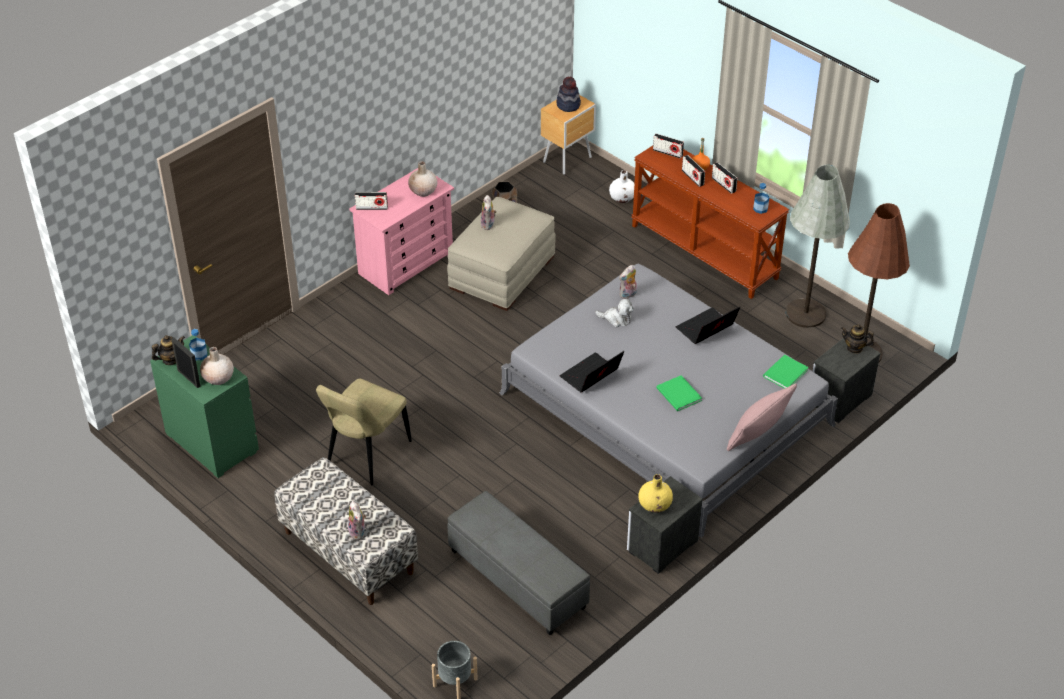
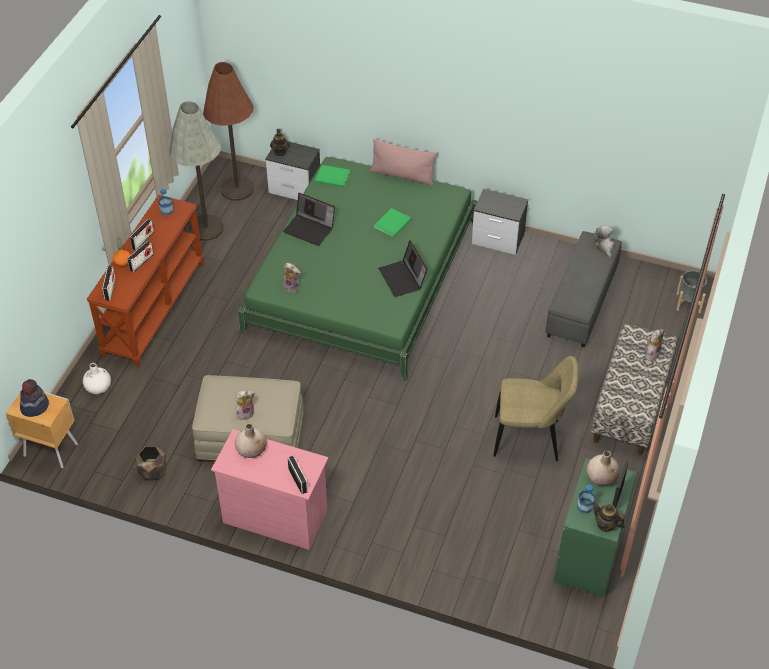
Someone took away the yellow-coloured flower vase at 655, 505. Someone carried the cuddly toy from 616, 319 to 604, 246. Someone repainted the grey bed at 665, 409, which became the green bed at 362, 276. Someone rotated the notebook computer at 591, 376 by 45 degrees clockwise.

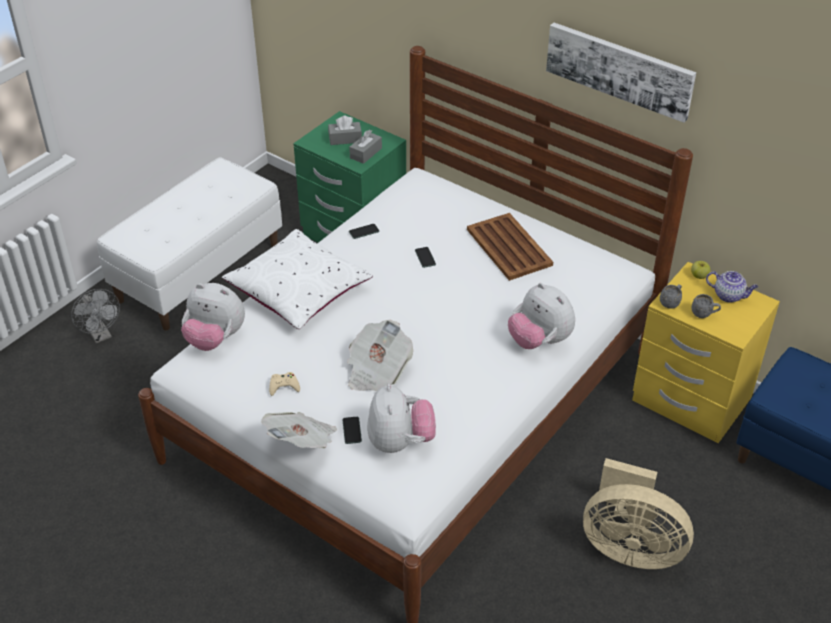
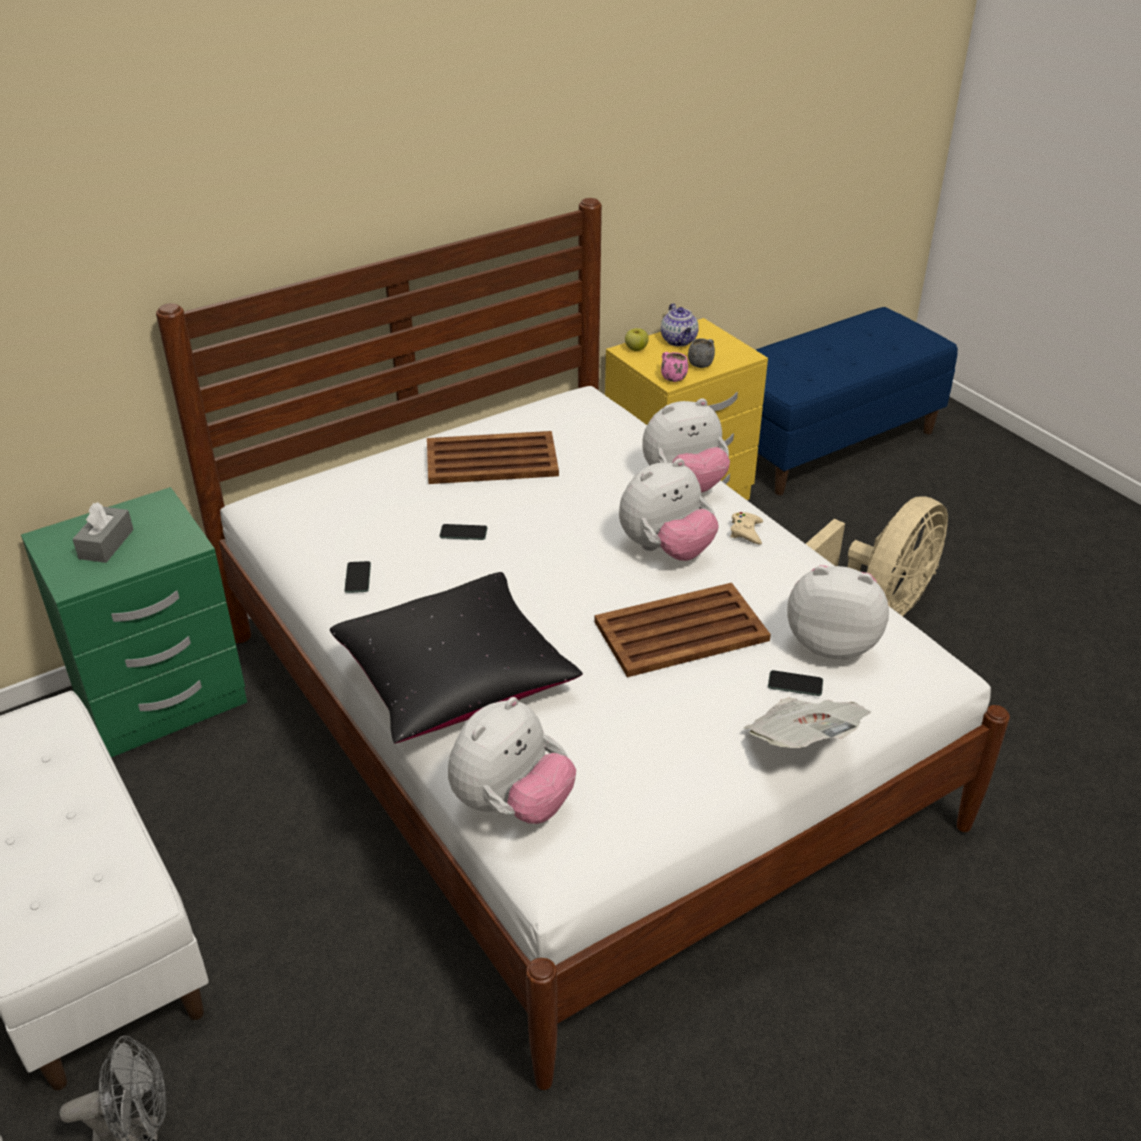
Someone took away the grey tissue holder at 366, 153. Someone took away the wall picture at 619, 70. Someone put down the cuddly toy at 666, 550. Someone carried the beige joypad from 284, 386 to 746, 532. Someone swapped the daily paper at 377, 371 for the brown-coloured tray at 683, 631. Someone repainted the whitish pillow at 298, 291, which became the blackish pillow at 455, 677. Someone repainted the grey mug at 670, 303, which became the pinkish mug at 671, 377. Someone rotated the teapot at 729, 295 by 120 degrees clockwise.

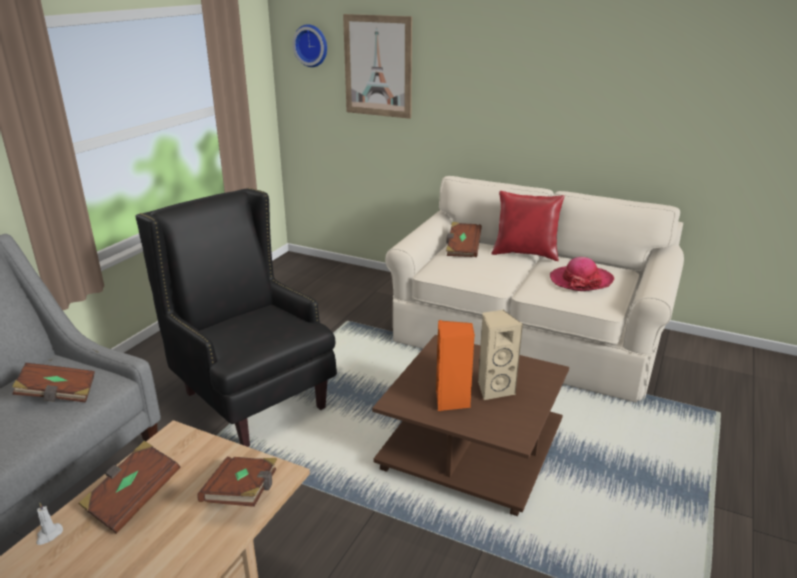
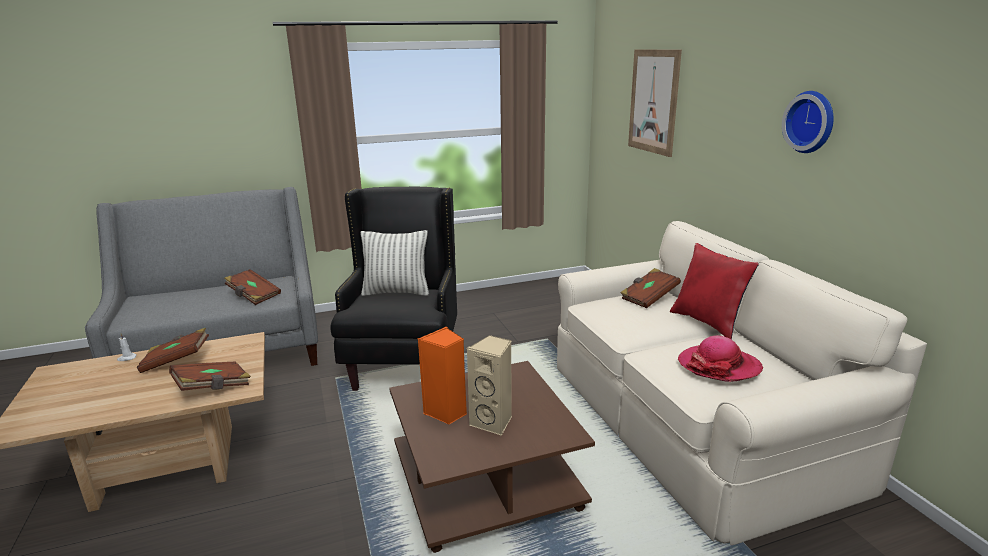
Someone put down the pillow at 396, 292. Someone carried the hanging clock from 311, 45 to 811, 122.

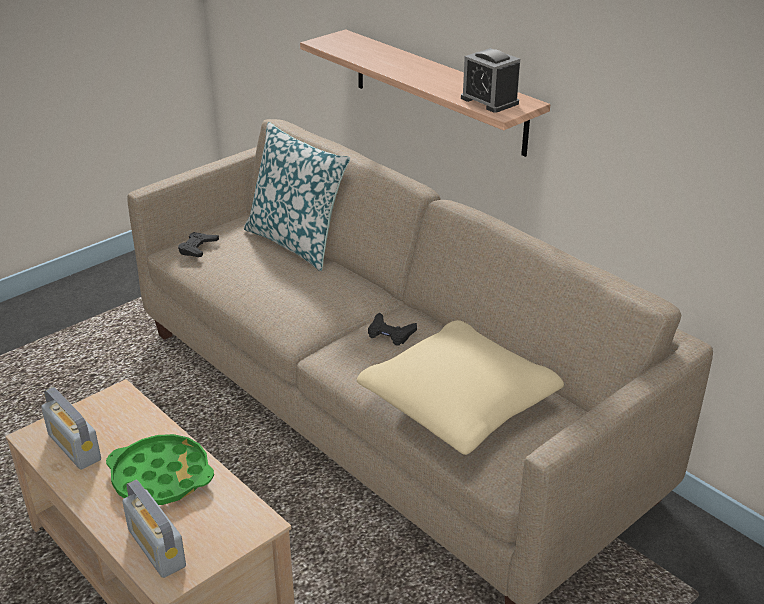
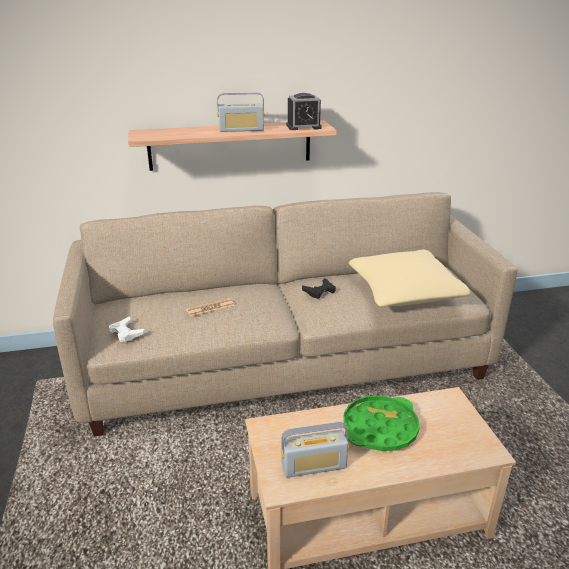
Someone took away the pillow at 296, 242. Someone put down the daily paper at 210, 308. Someone carried the radio receiver from 156, 548 to 241, 130. Someone repainted the blackish joypad at 197, 248, which became the whitish joypad at 126, 332.

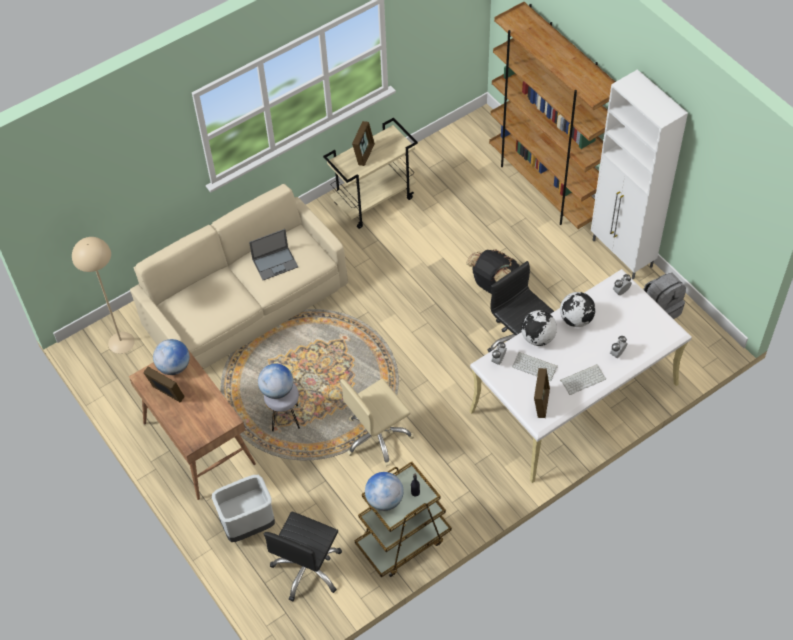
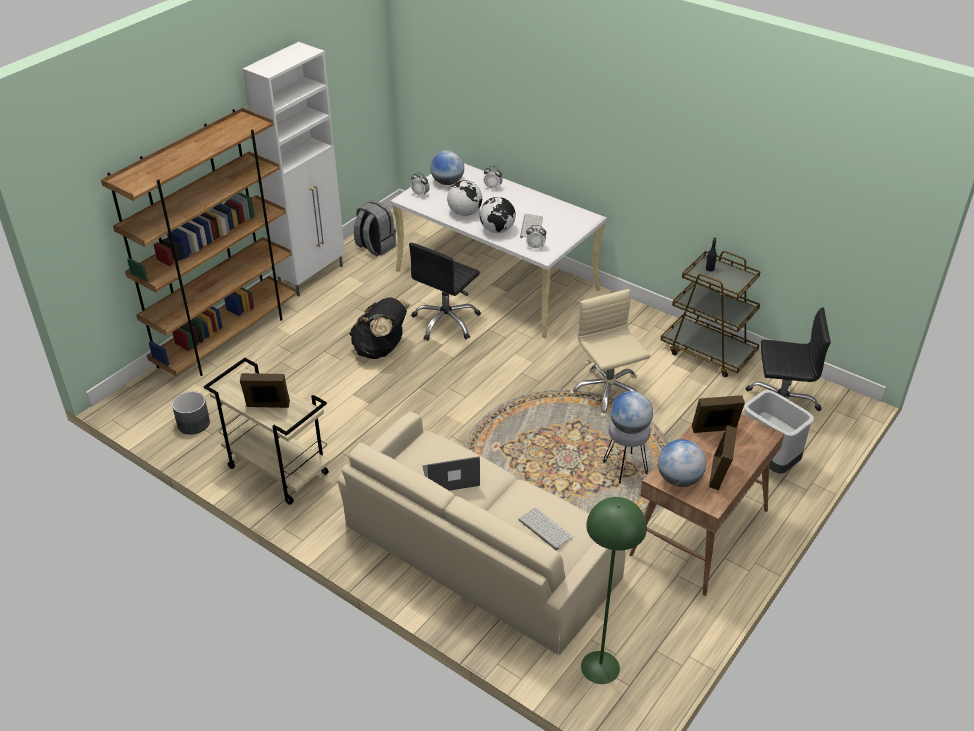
Someone put down the grey flower pot at 193, 423. Someone carried the globe from 384, 500 to 447, 182. Someone carried the standing frame from 541, 402 to 714, 430. Someone carried the PC keyboard from 583, 379 to 544, 529. Someone repainted the beige floor lamp at 121, 342, which became the green floor lamp at 600, 667. Someone rotated the notebook computer at 275, 263 by 60 degrees counterclockwise. Someone rotated the beige office chair at 378, 437 by 150 degrees counterclockwise.

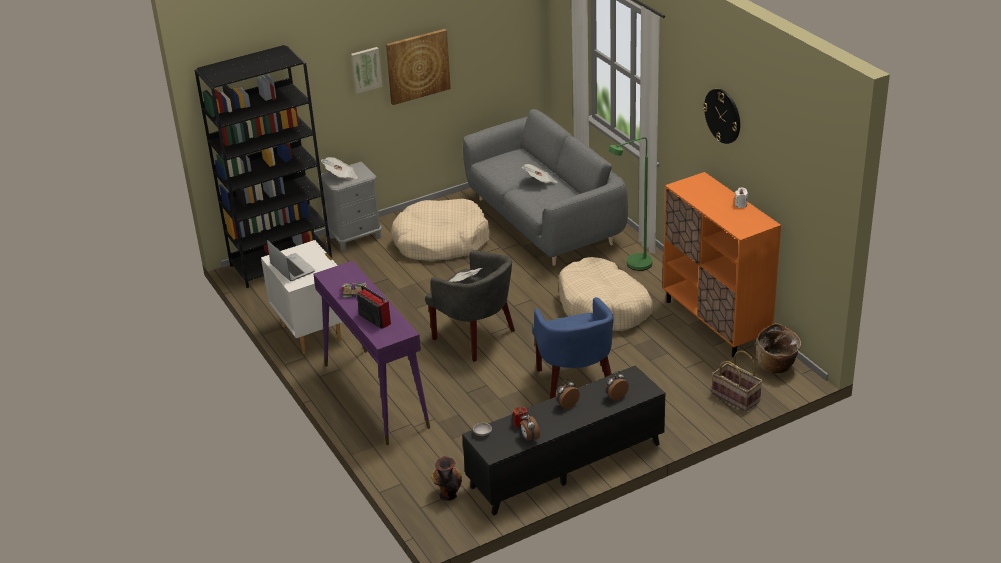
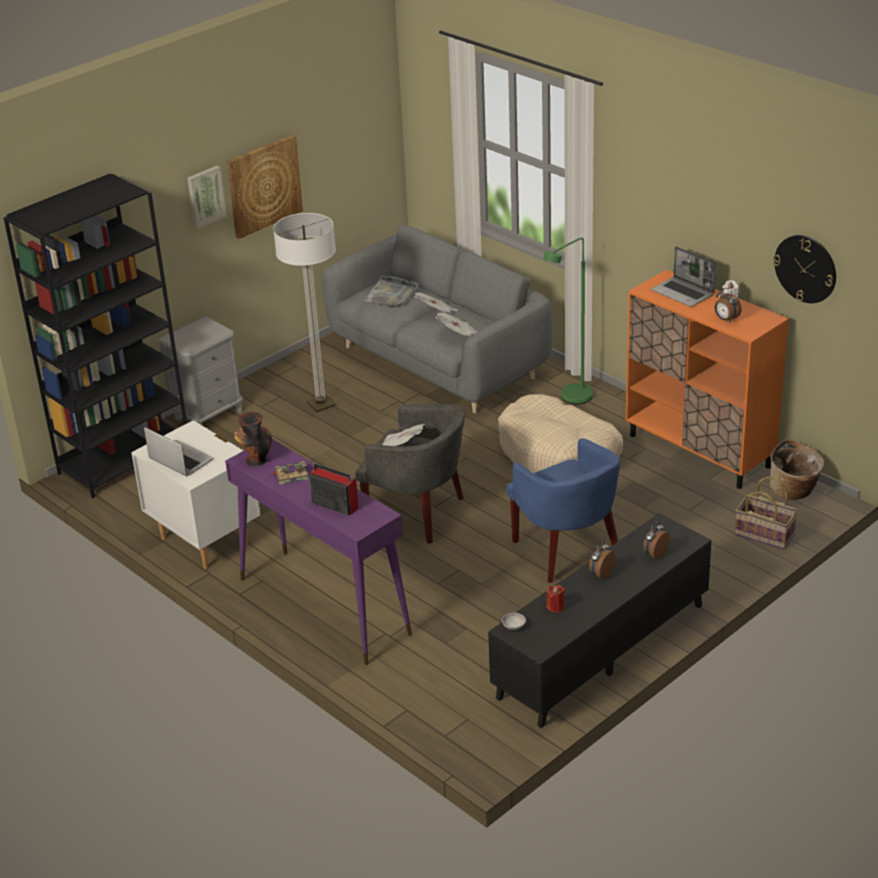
Someone put down the grey tray at 391, 294. Someone put down the notebook computer at 683, 293. Someone carried the daily paper from 341, 176 to 458, 335. Someone carried the flower vase from 448, 494 to 255, 459. Someone carried the table clock from 529, 438 to 726, 319. Someone carried the hanging clock from 723, 115 to 805, 268. Someone swapped the beige pet bed at 441, 241 for the floor lamp at 321, 404.

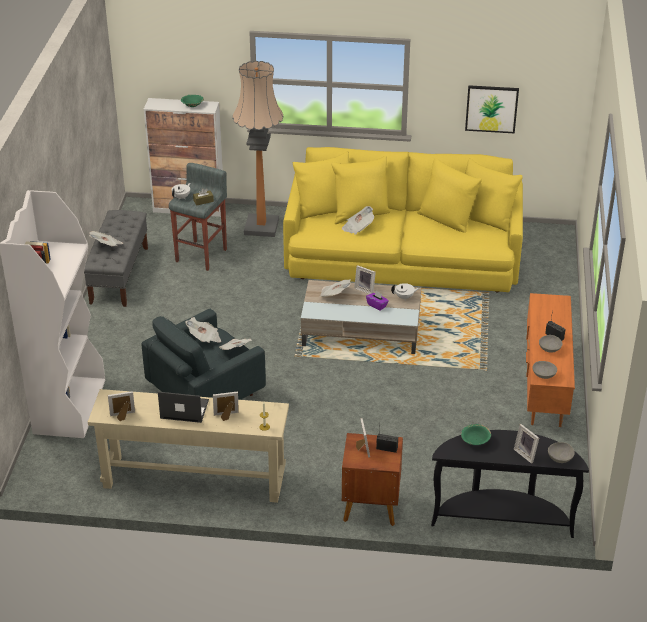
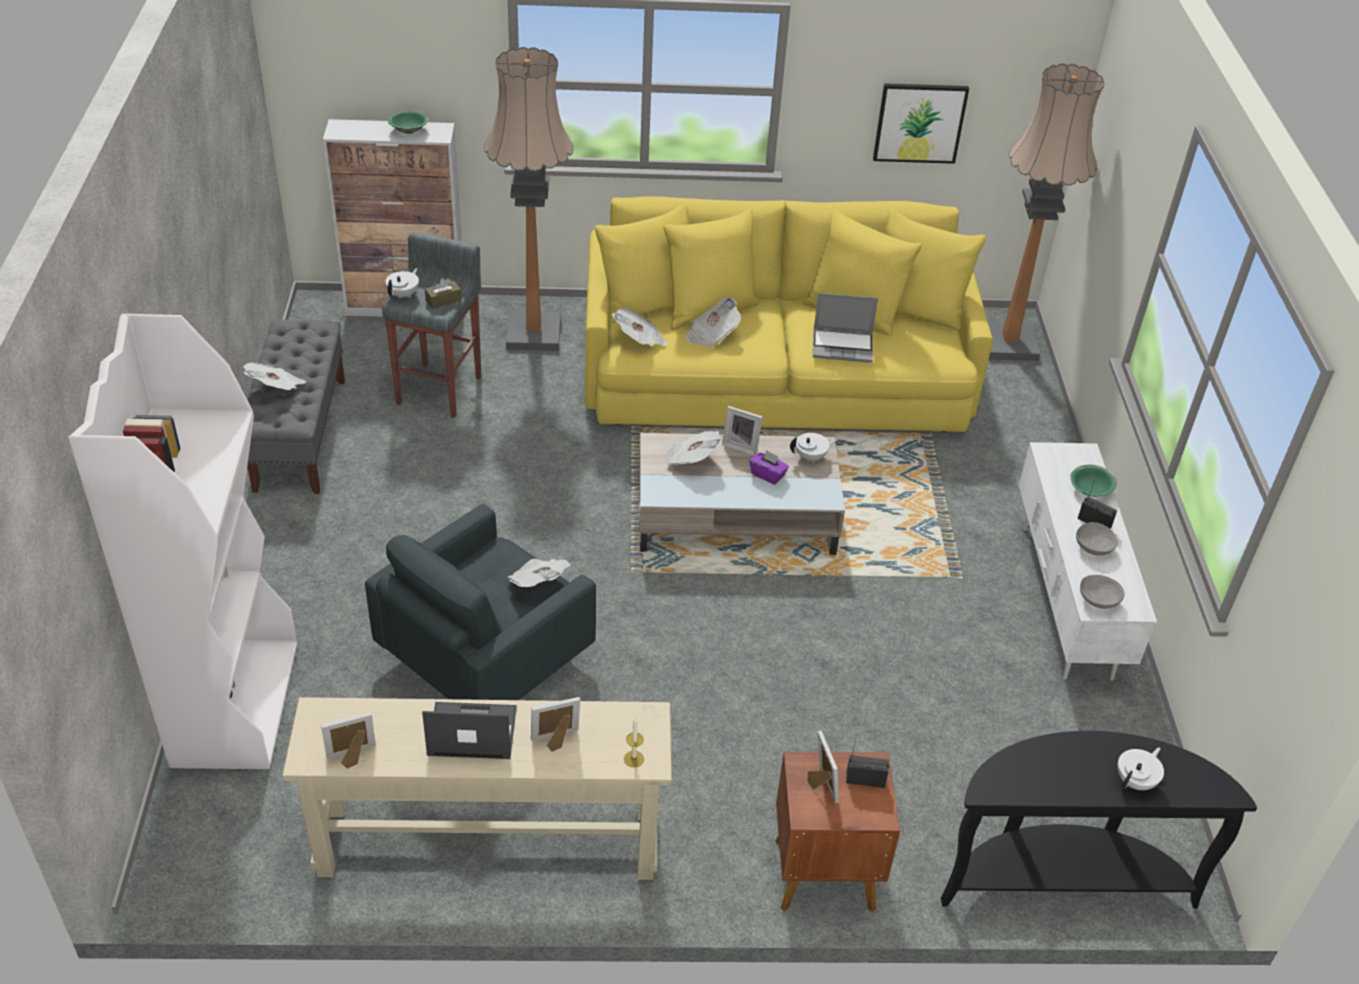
Someone took away the grey bowl at 559, 458. Someone put down the notebook computer at 843, 346. Someone put down the floor lamp at 1008, 344. Someone carried the daily paper from 204, 338 to 640, 340. Someone carried the green bowl from 475, 440 to 1090, 489. Someone swapped the standing frame at 526, 454 for the whitish teapot at 1135, 781. Someone repainted the orange tv stand at 544, 385, which became the whitish tv stand at 1064, 601.

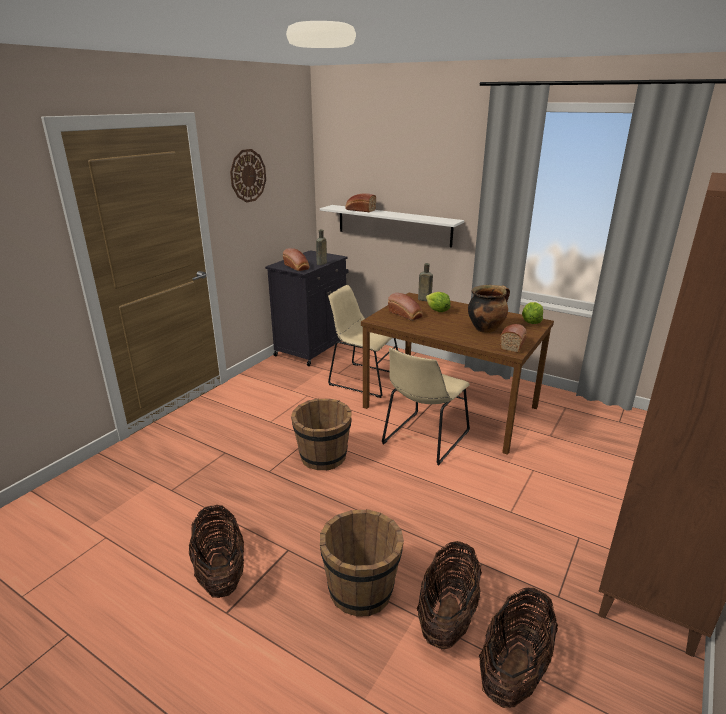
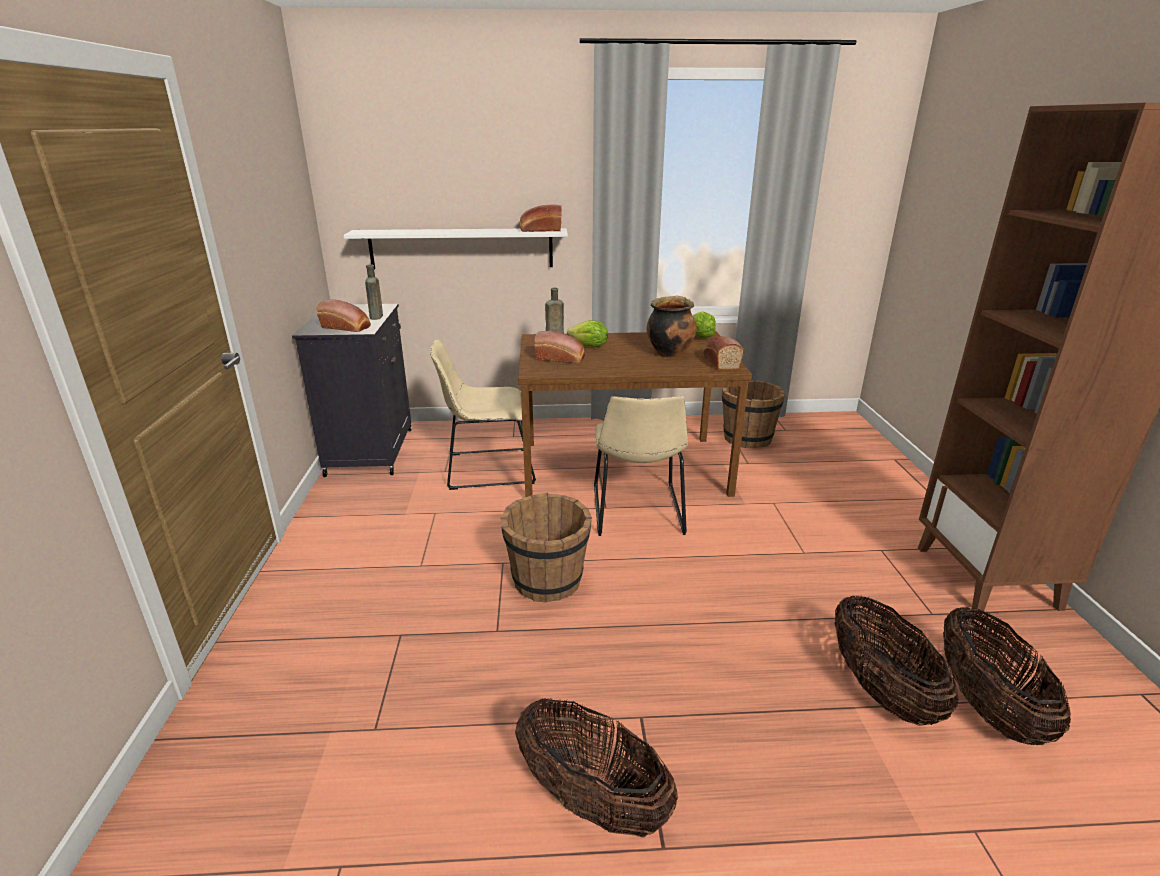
Someone took away the hanging clock at 248, 175. Someone carried the brown-coloured pail from 361, 590 to 747, 438. Someone carried the bakery bread from 359, 210 to 540, 230.

